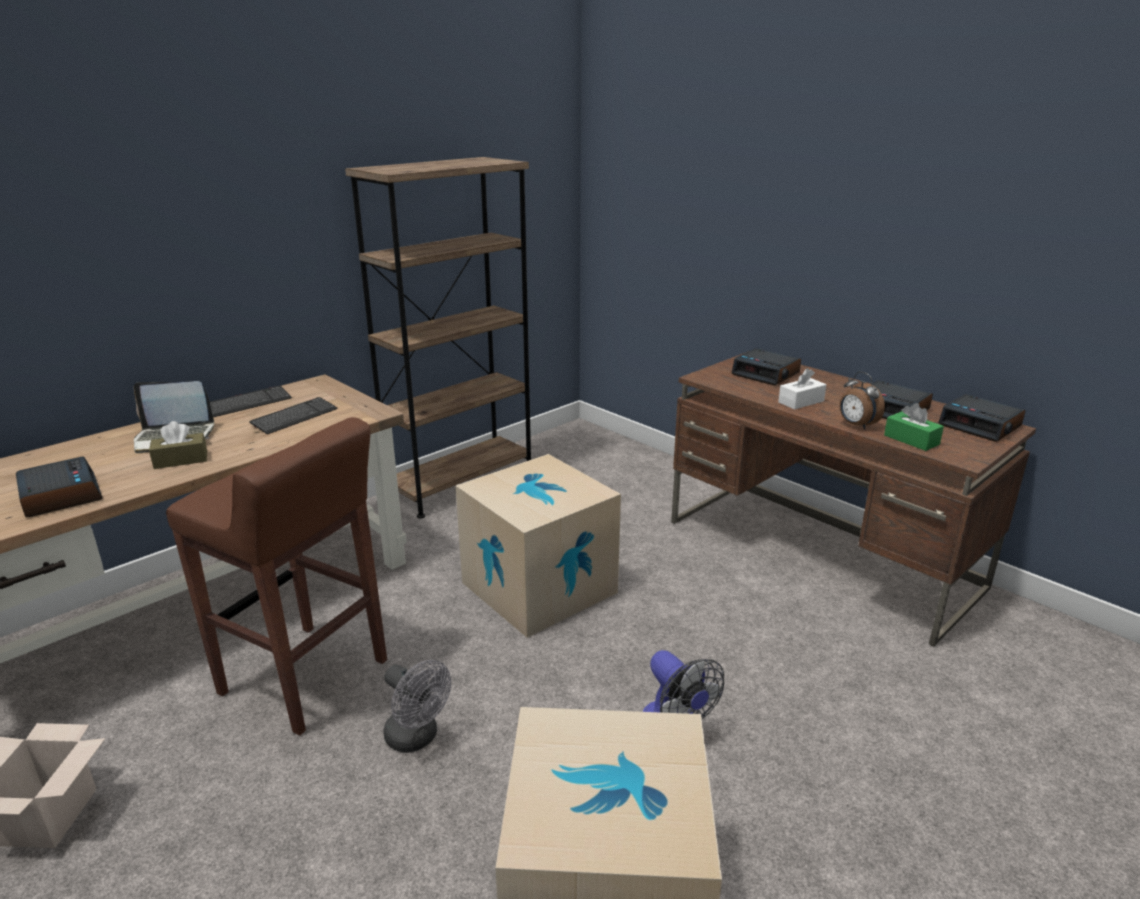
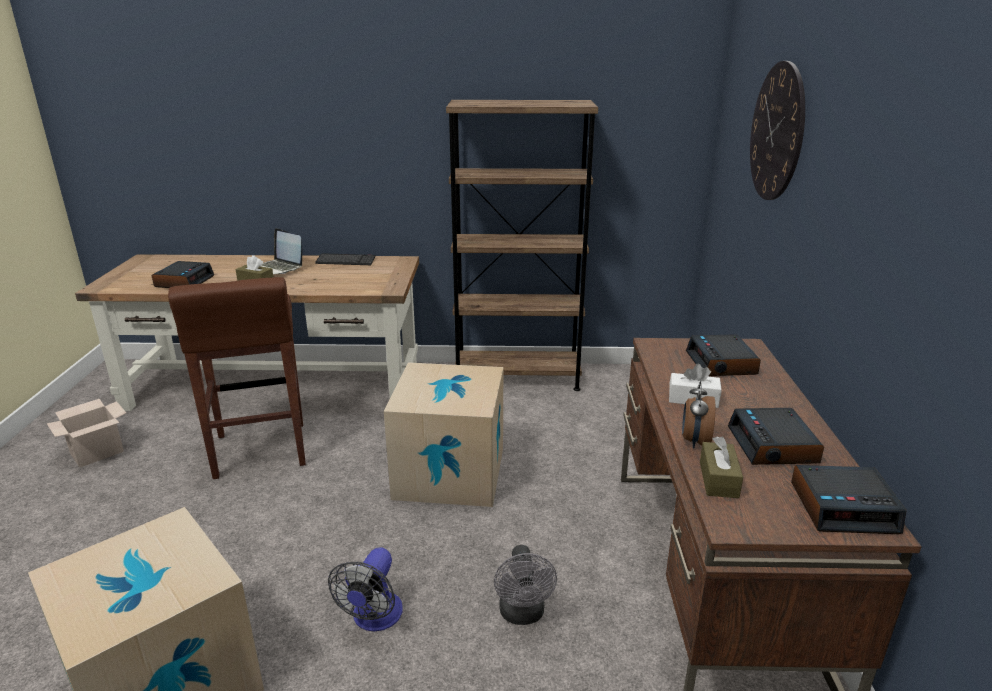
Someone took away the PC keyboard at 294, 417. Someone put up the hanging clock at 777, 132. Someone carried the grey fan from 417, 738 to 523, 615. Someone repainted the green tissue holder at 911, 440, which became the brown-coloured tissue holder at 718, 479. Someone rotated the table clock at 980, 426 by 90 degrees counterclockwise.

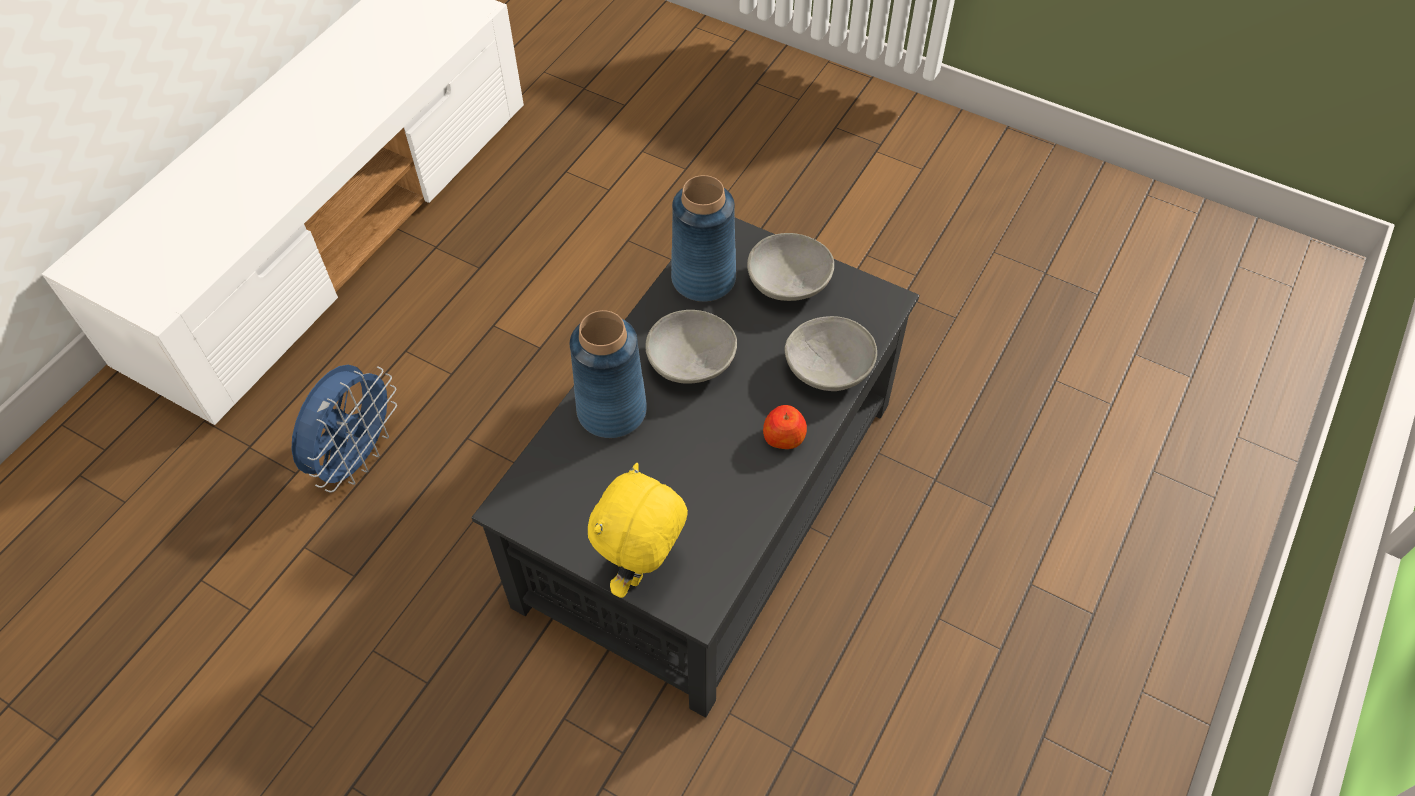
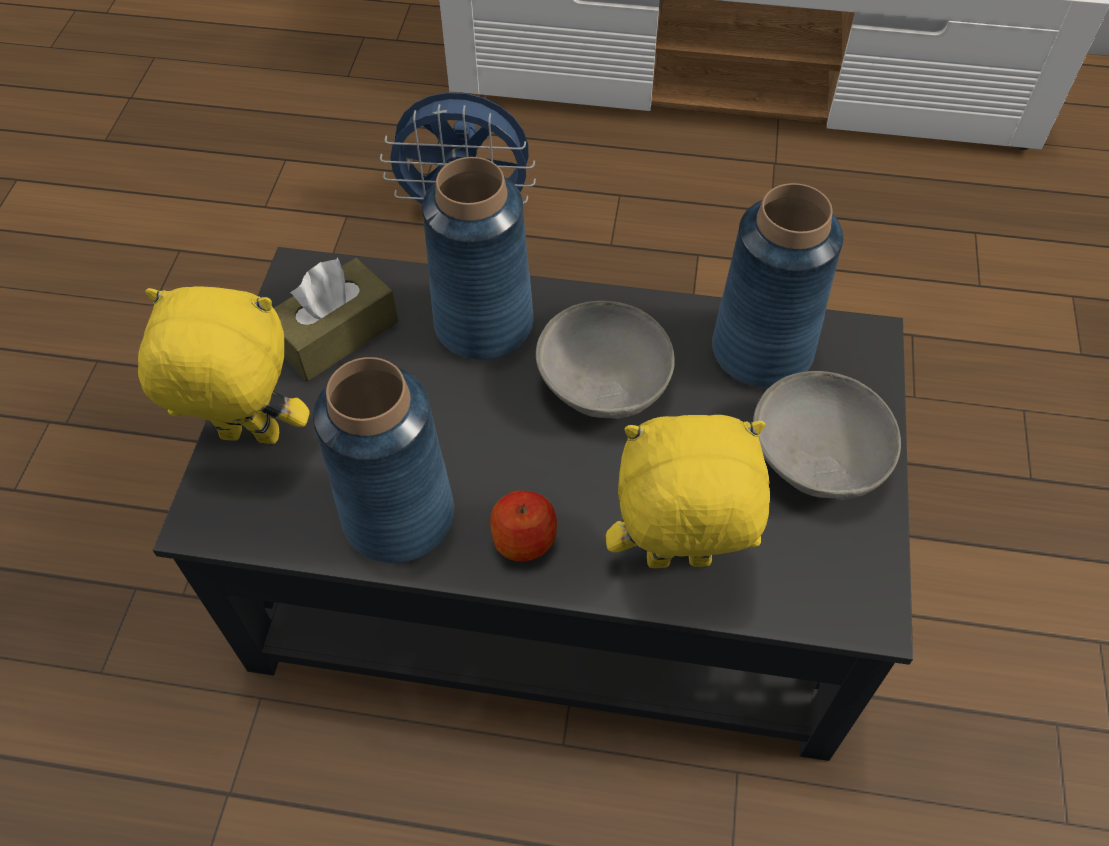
Someone put down the brown-coloured tissue holder at 336, 334. Someone put down the blue-coloured flower vase at 400, 515. Someone swapped the grey bowl at 828, 370 for the yellow-coloured cuddly toy at 677, 563.

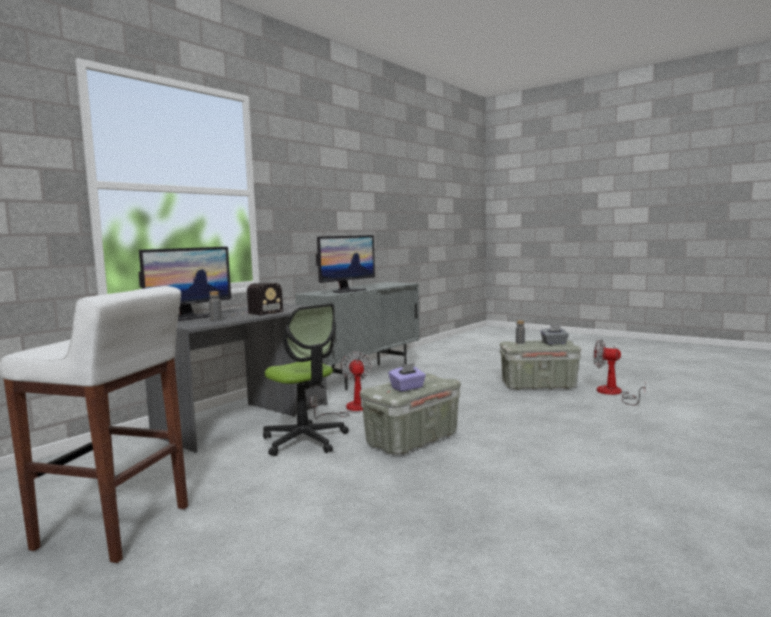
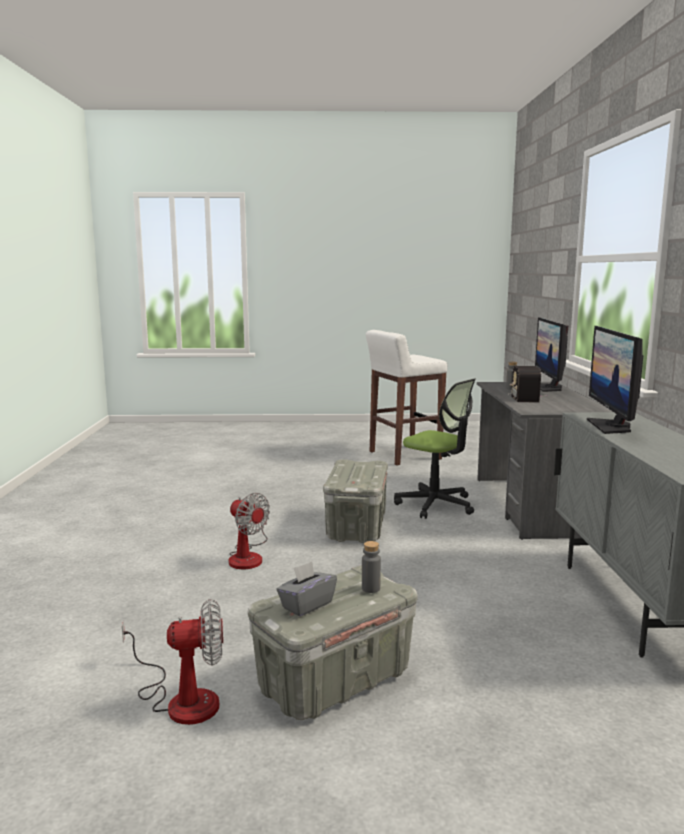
Someone took away the purple tissue holder at 407, 388. Someone carried the fan from 351, 409 to 248, 556. Someone rotated the office chair at 304, 440 by 150 degrees counterclockwise.

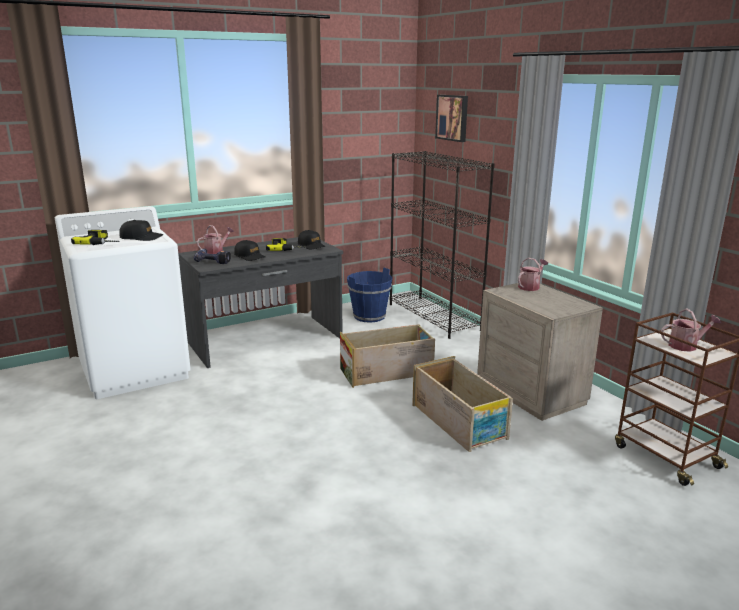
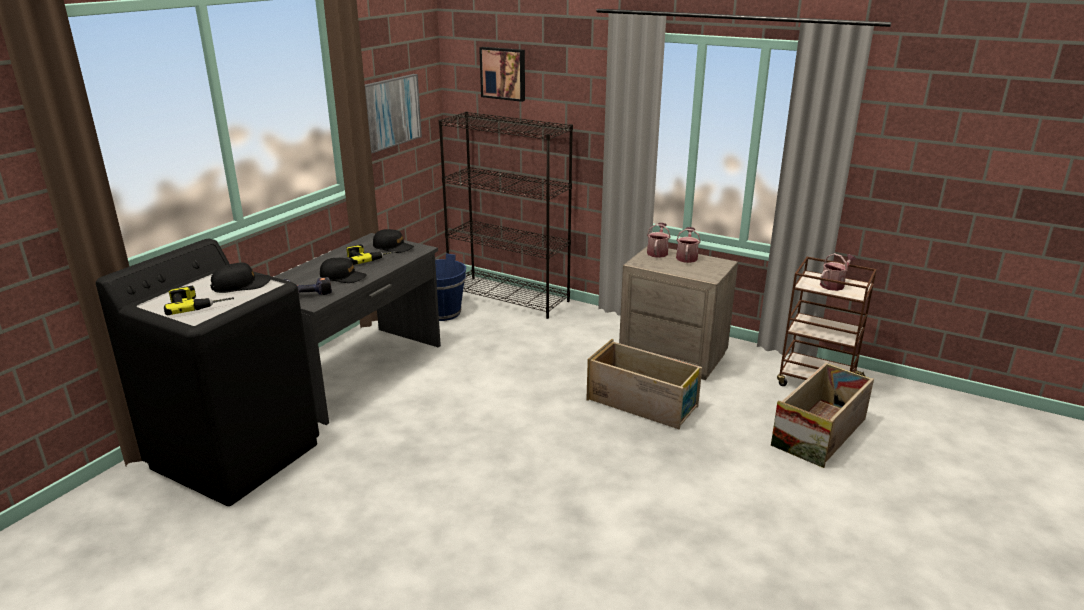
Someone put up the wall picture at 390, 112. Someone carried the watering can from 216, 251 to 687, 257. Someone carried the packing crate from 387, 371 to 820, 432. Someone repainted the whitish washing machine at 135, 370, which became the blackish washing machine at 236, 455.

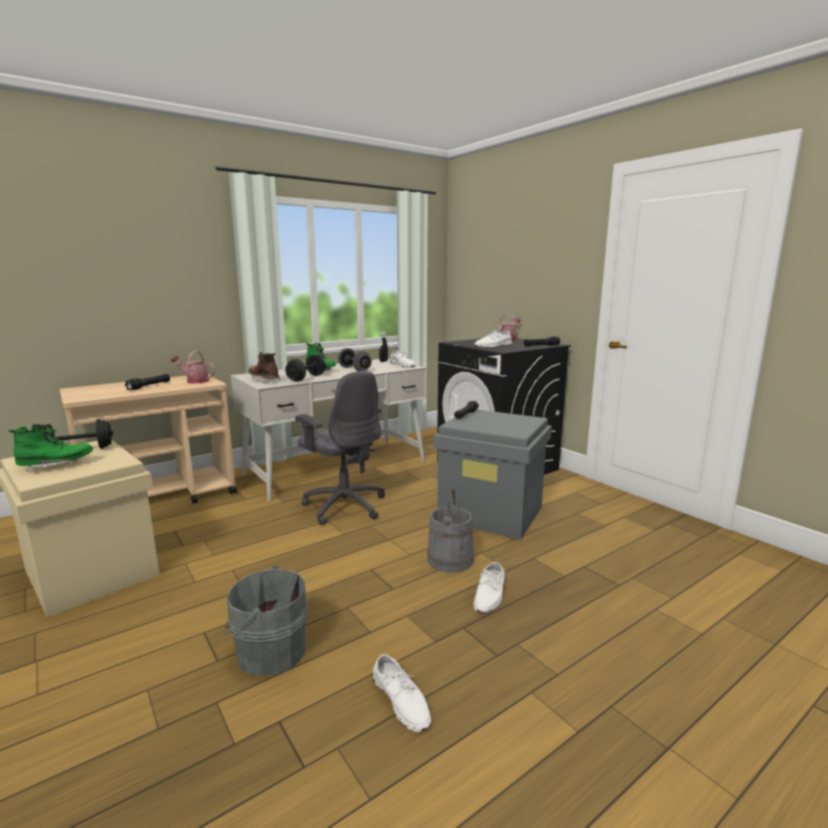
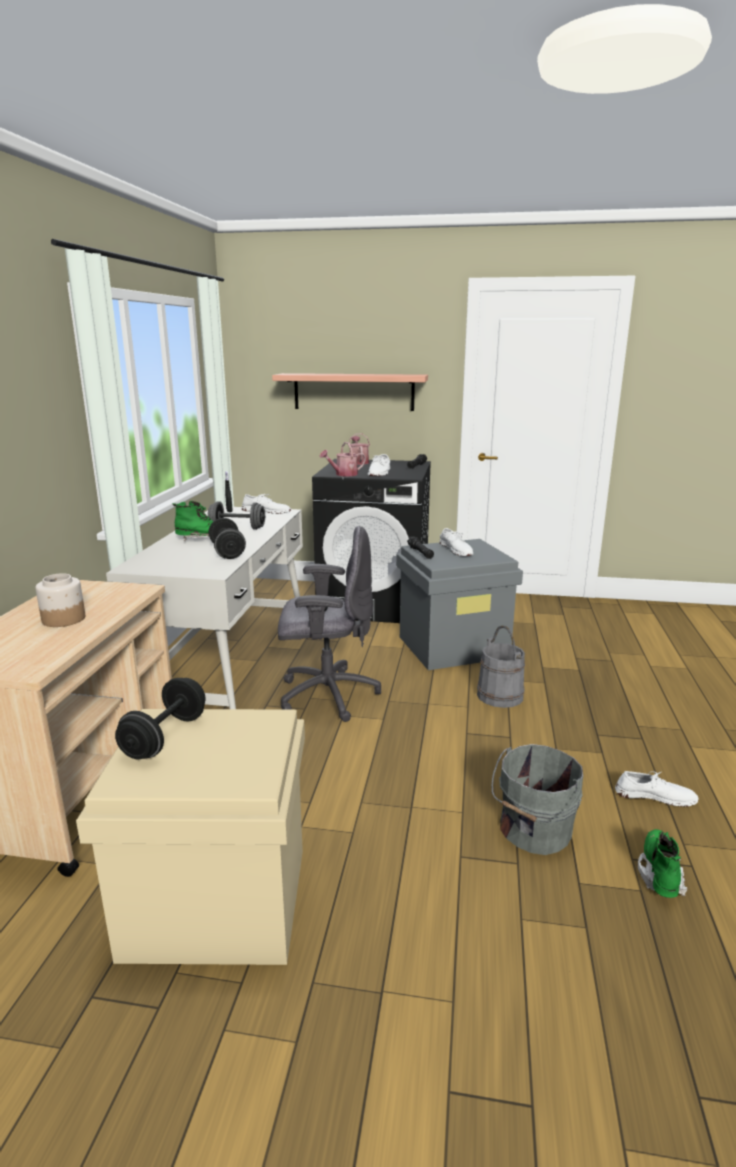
Someone took away the brown-coloured tall boot at 264, 380. Someone put up the bracket shelf at 353, 392. Someone carried the green tall boot from 56, 466 to 659, 874. Someone carried the watering can from 195, 381 to 343, 474. Someone carried the whitish low shoe from 490, 594 to 456, 549. Someone swapped the blackish torch at 149, 386 for the preserve jar at 63, 619.

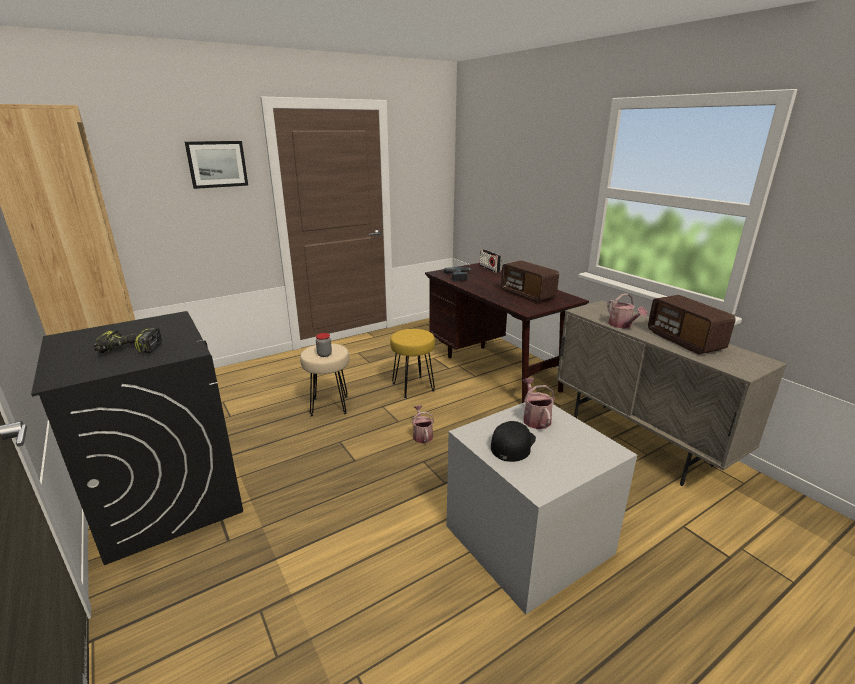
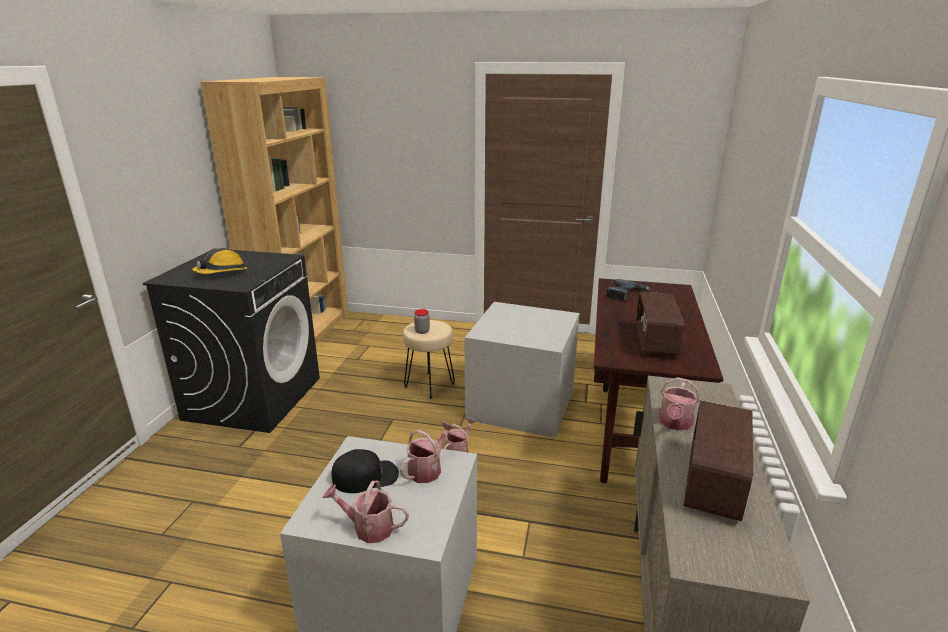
Someone took away the wall picture at 217, 164. Someone took away the radio receiver at 489, 269. Someone put down the watering can at 368, 528. Someone swapped the power drill at 128, 350 for the hard hat at 222, 272. Someone swapped the yellow-coloured sitting stool at 412, 387 for the grey storage bin at 520, 403.

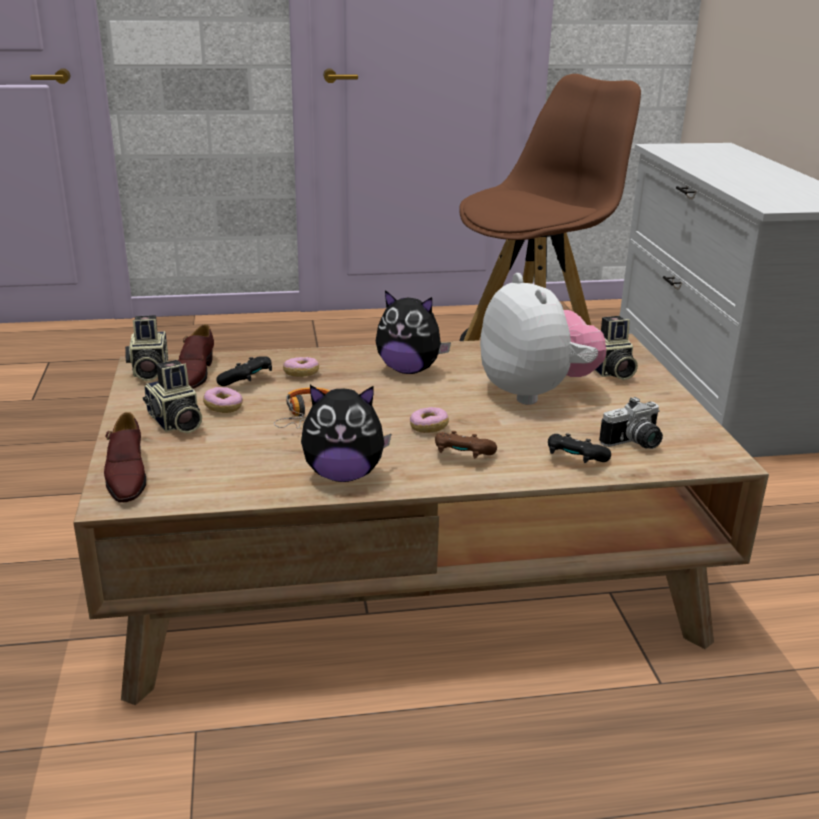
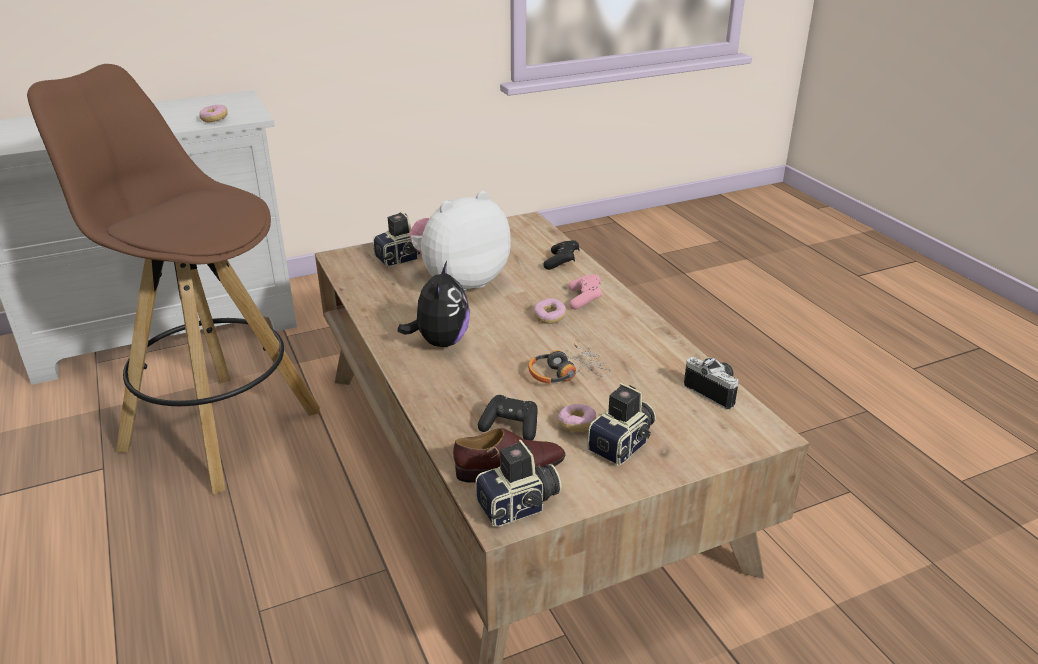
Someone took away the brown-coloured low shoe at 126, 476. Someone took away the cuddly toy at 343, 475. Someone carried the ring doughnut from 301, 374 to 214, 119. Someone carried the photo camera from 635, 444 to 715, 390. Someone repainted the brown-coloured joypad at 462, 456, which became the pinkish joypad at 585, 299.

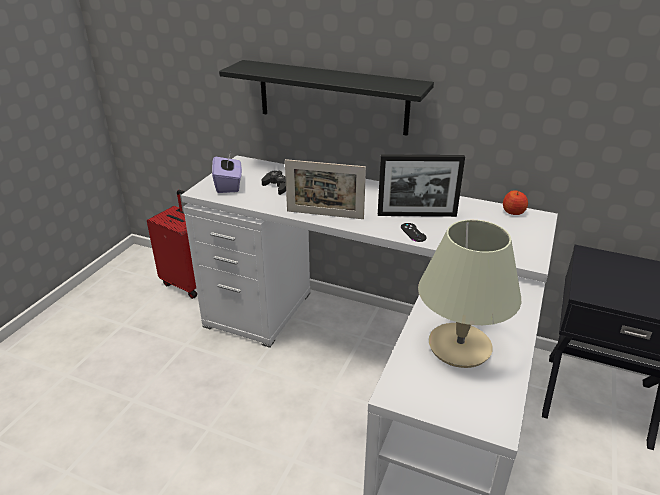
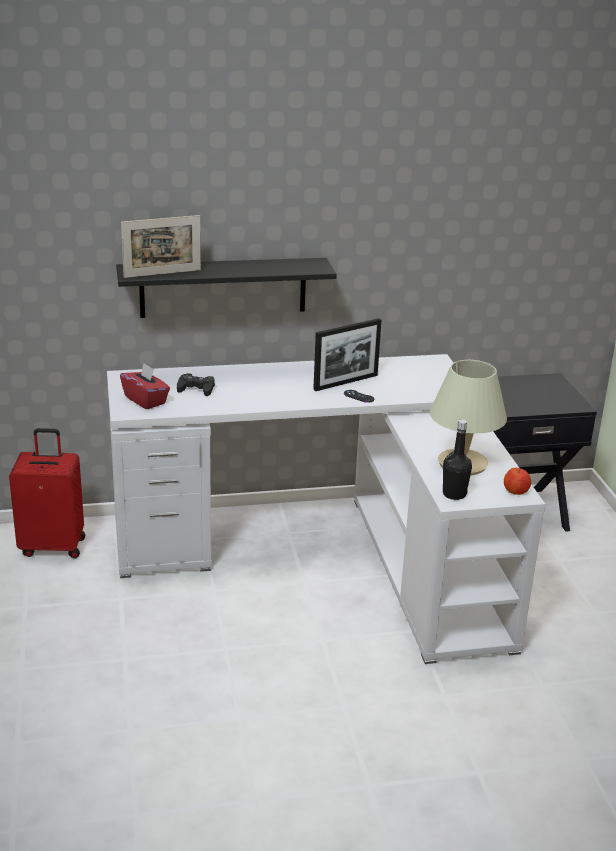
Someone put down the blackish bottle at 454, 494. Someone carried the standing frame from 325, 215 to 162, 273. Someone carried the whole apple from 513, 212 to 516, 491. Someone repainted the purple tissue holder at 229, 185, which became the red tissue holder at 146, 400.

